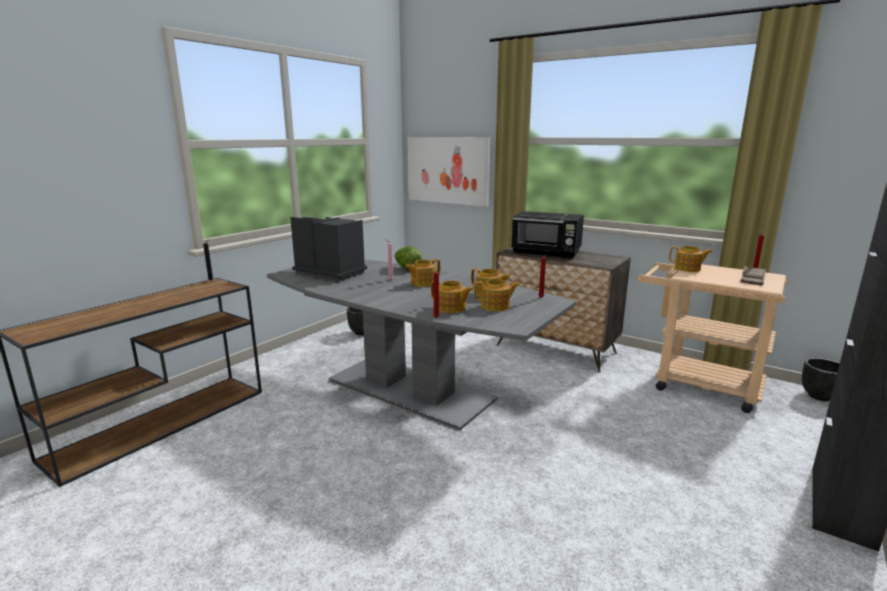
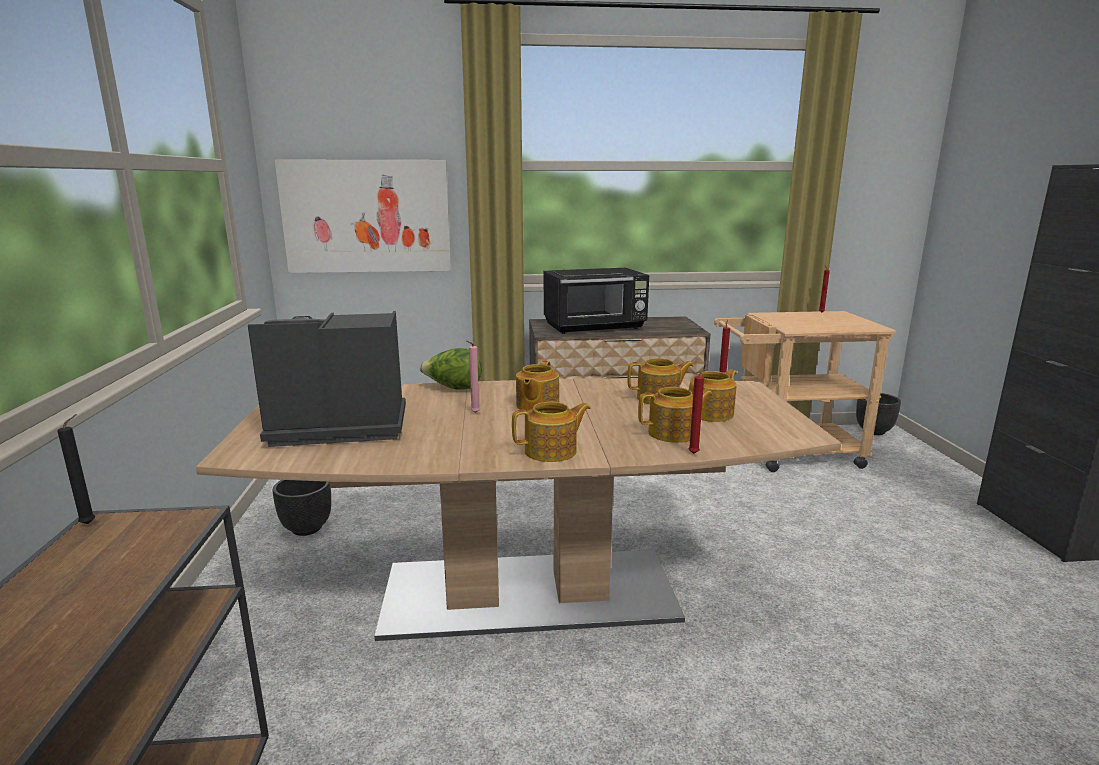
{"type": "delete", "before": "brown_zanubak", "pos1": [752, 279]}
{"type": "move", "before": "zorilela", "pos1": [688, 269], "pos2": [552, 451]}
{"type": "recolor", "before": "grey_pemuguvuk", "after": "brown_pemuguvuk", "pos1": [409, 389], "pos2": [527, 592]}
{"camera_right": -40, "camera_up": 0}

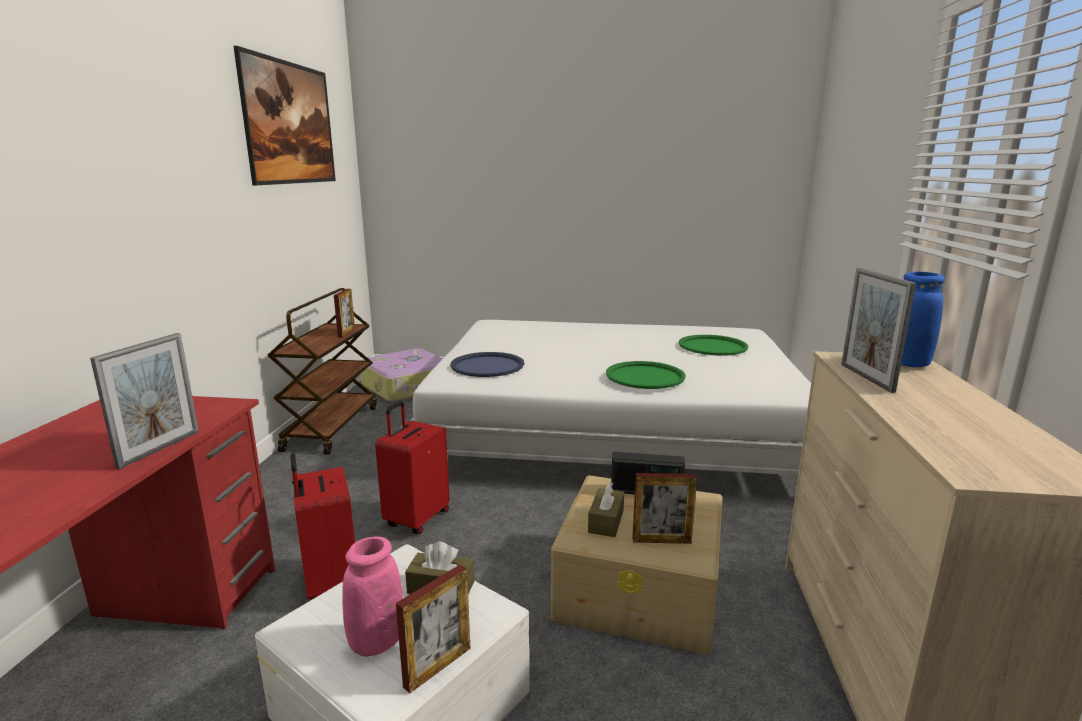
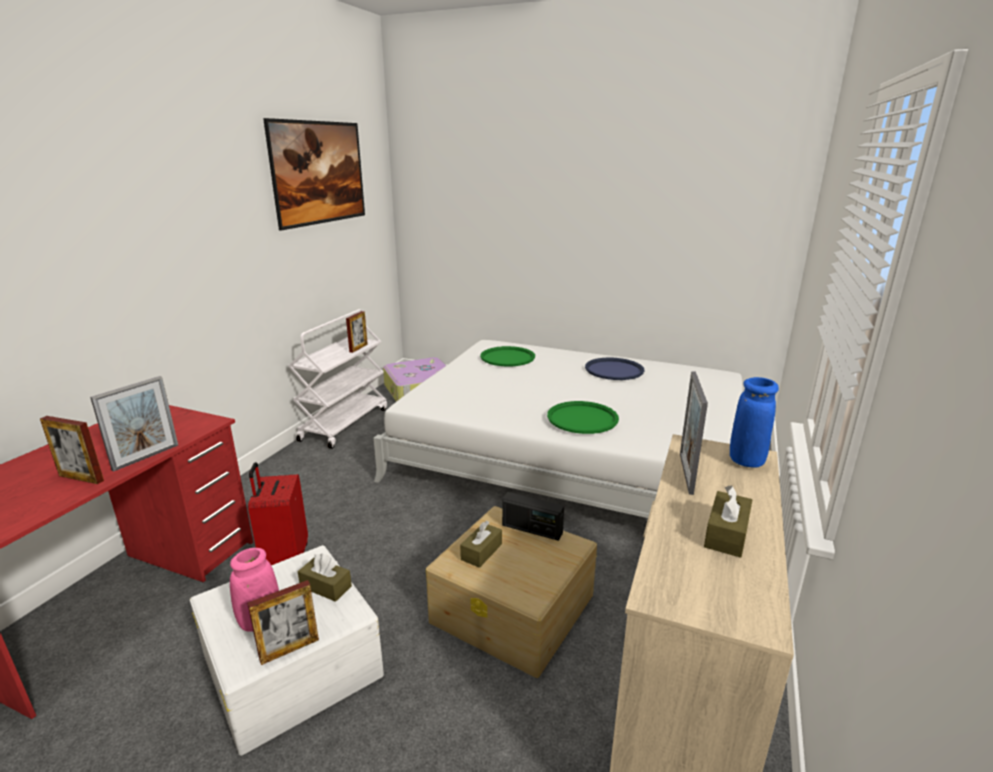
{"type": "delete", "before": "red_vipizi", "pos1": [416, 519]}
{"type": "insert", "after": "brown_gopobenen", "pos2": [726, 534]}
{"type": "move", "before": "blue_zanubak", "pos1": [487, 366], "pos2": [614, 370]}
{"type": "move", "before": "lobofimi", "pos1": [661, 540], "pos2": [81, 478]}
{"type": "move", "before": "green_zanubak", "pos1": [713, 346], "pos2": [507, 357]}
{"type": "recolor", "before": "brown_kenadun", "after": "white_kenadun", "pos1": [331, 428], "pos2": [344, 424]}
{"camera_right": 15, "camera_up": 5}

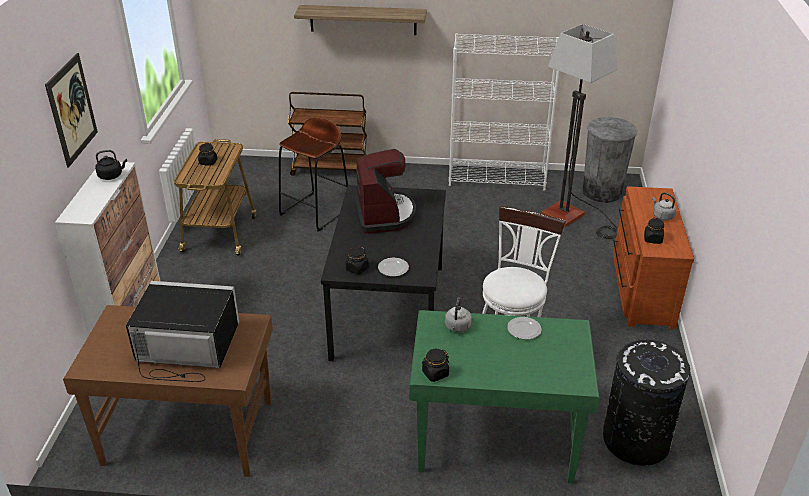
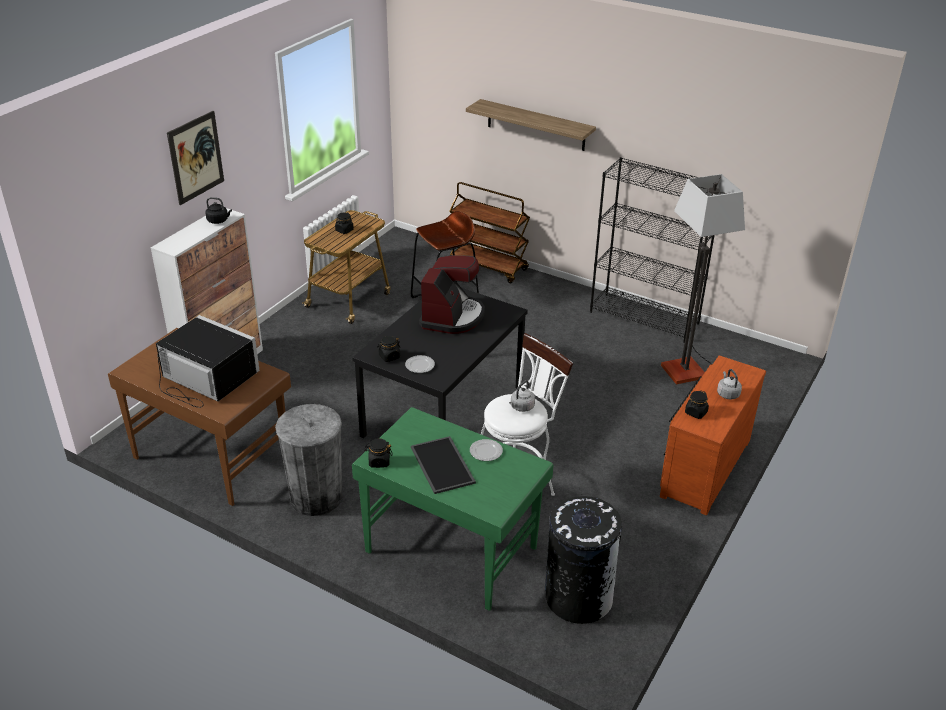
{"type": "insert", "after": "zanubak", "pos2": [443, 465]}
{"type": "move", "before": "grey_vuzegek", "pos1": [457, 327], "pos2": [521, 407]}
{"type": "move", "before": "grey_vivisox", "pos1": [602, 192], "pos2": [316, 497]}
{"type": "recolor", "before": "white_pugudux", "after": "black_pugudux", "pos1": [497, 178], "pos2": [645, 318]}
{"camera_right": 25, "camera_up": 0}

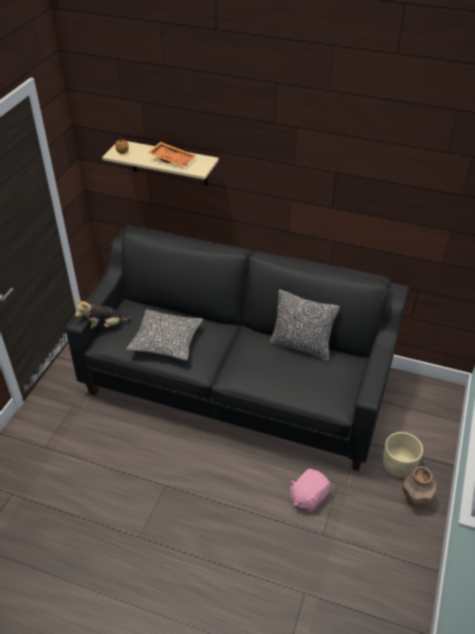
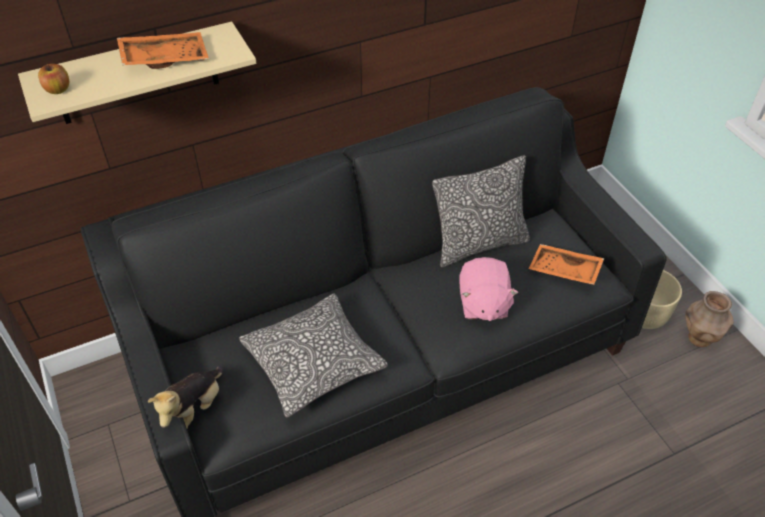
{"type": "insert", "after": "orange_zanubak", "pos2": [564, 271]}
{"type": "move", "before": "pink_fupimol", "pos1": [308, 497], "pos2": [483, 303]}
{"camera_right": -45, "camera_up": 5}

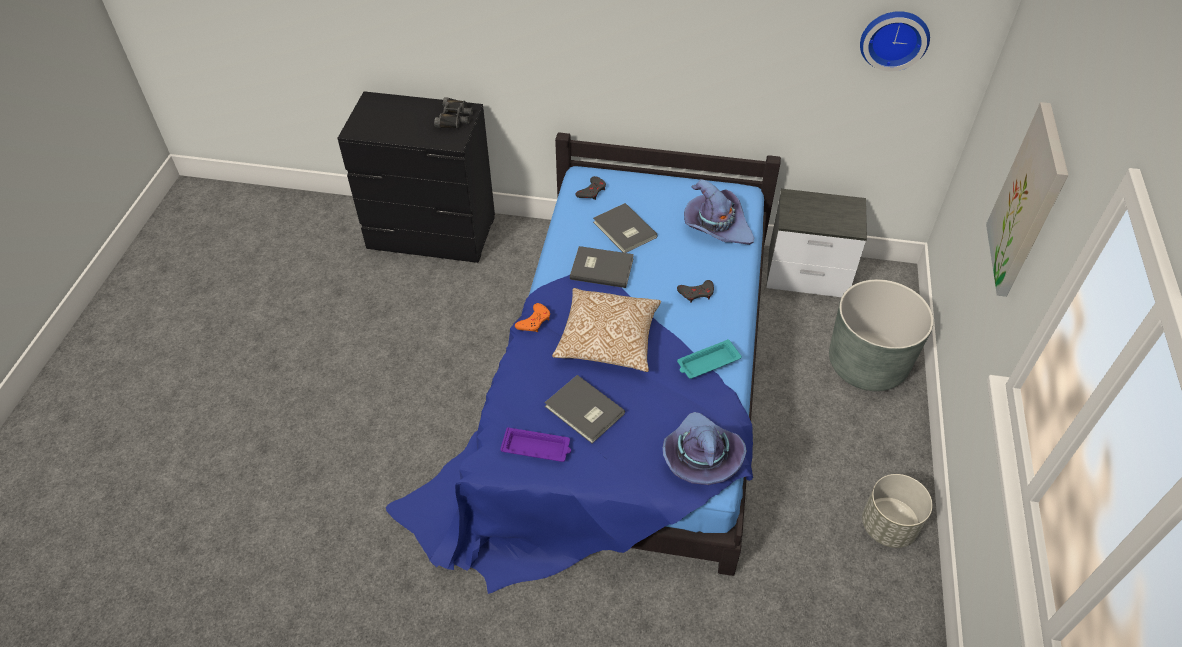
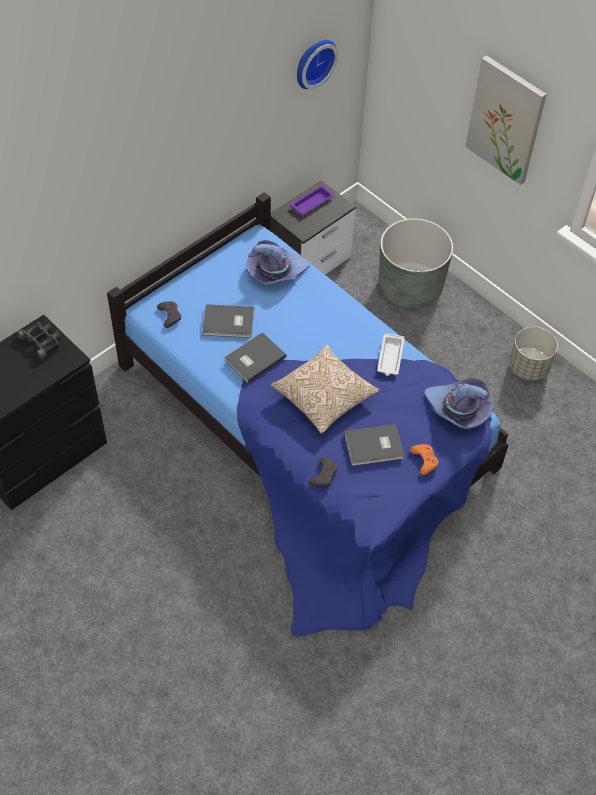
{"type": "move", "before": "purple_zanubak", "pos1": [537, 448], "pos2": [312, 202]}
{"type": "move", "before": "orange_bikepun", "pos1": [534, 321], "pos2": [424, 460]}
{"type": "move", "before": "grey_bikepun", "pos1": [696, 293], "pos2": [324, 475]}
{"type": "recolor", "before": "turquoise_zanubak", "after": "white_zanubak", "pos1": [707, 363], "pos2": [390, 357]}
{"camera_right": -55, "camera_up": 5}

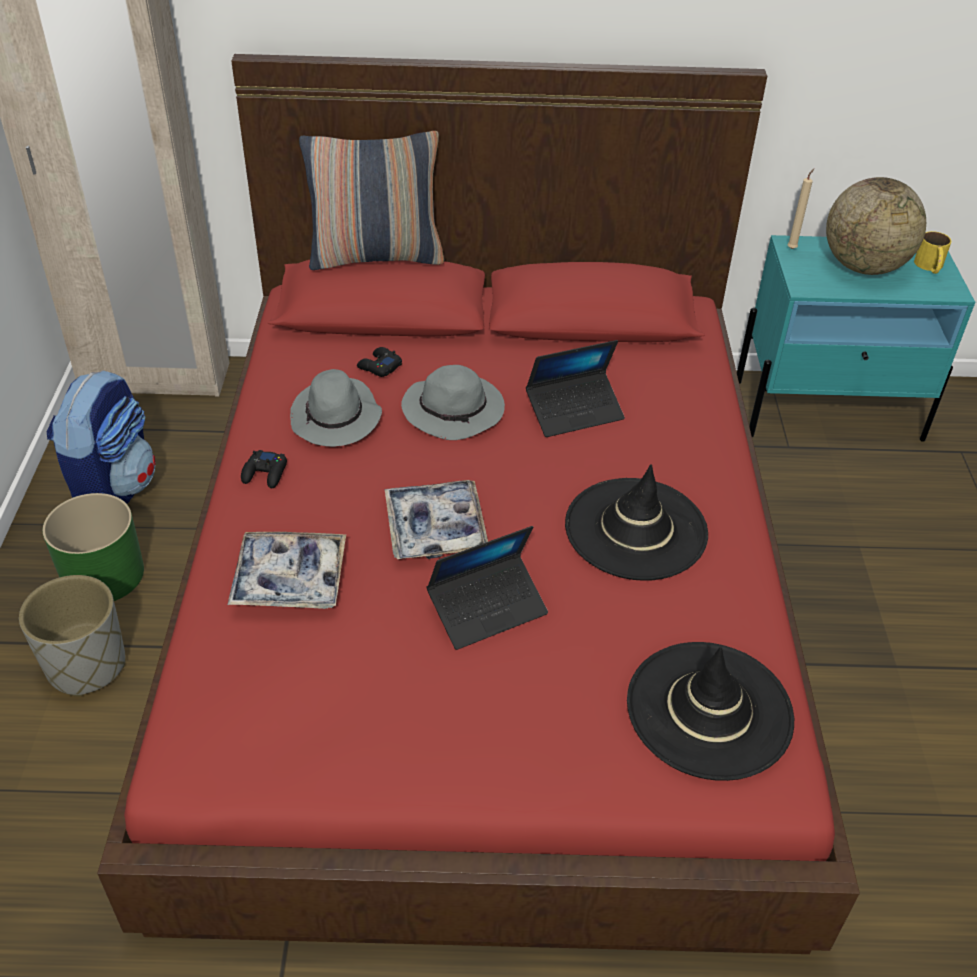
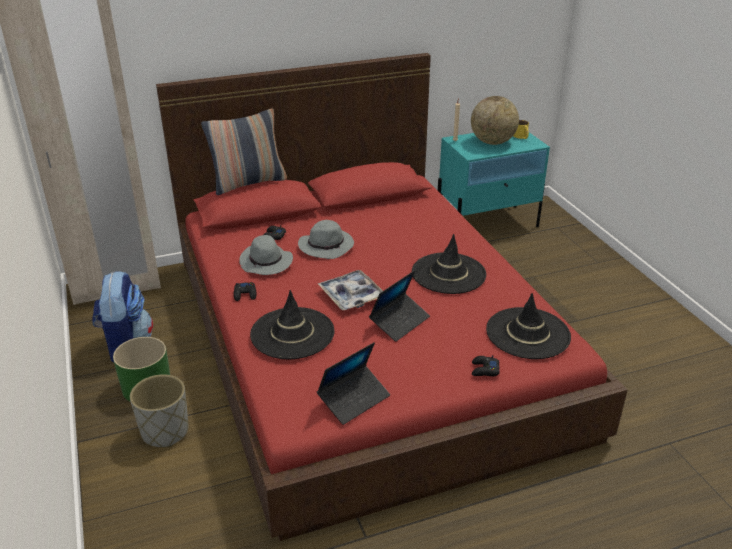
{"type": "insert", "after": "black_bikepun", "pos2": [484, 370]}
{"type": "move", "before": "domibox", "pos1": [574, 411], "pos2": [354, 399]}
{"type": "replace", "before": "zanubak", "after": "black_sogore", "pos1": [289, 579], "pos2": [292, 333]}
{"camera_right": -20, "camera_up": -10}

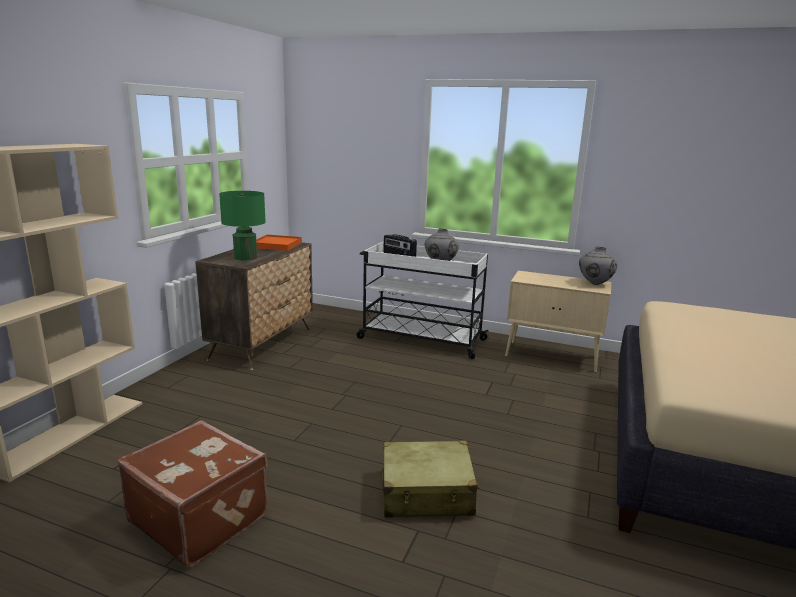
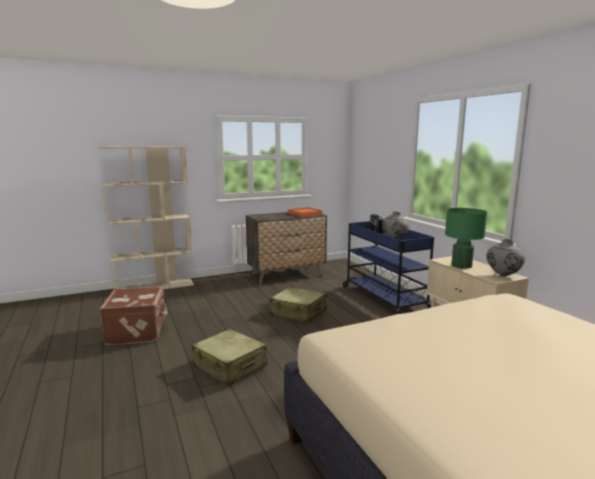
{"type": "insert", "after": "beige_vipizi", "pos2": [298, 313]}
{"type": "move", "before": "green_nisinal", "pos1": [245, 257], "pos2": [461, 265]}
{"type": "recolor", "before": "white_kenadun", "after": "blue_kenadun", "pos1": [420, 339], "pos2": [383, 298]}
{"camera_right": 45, "camera_up": -5}

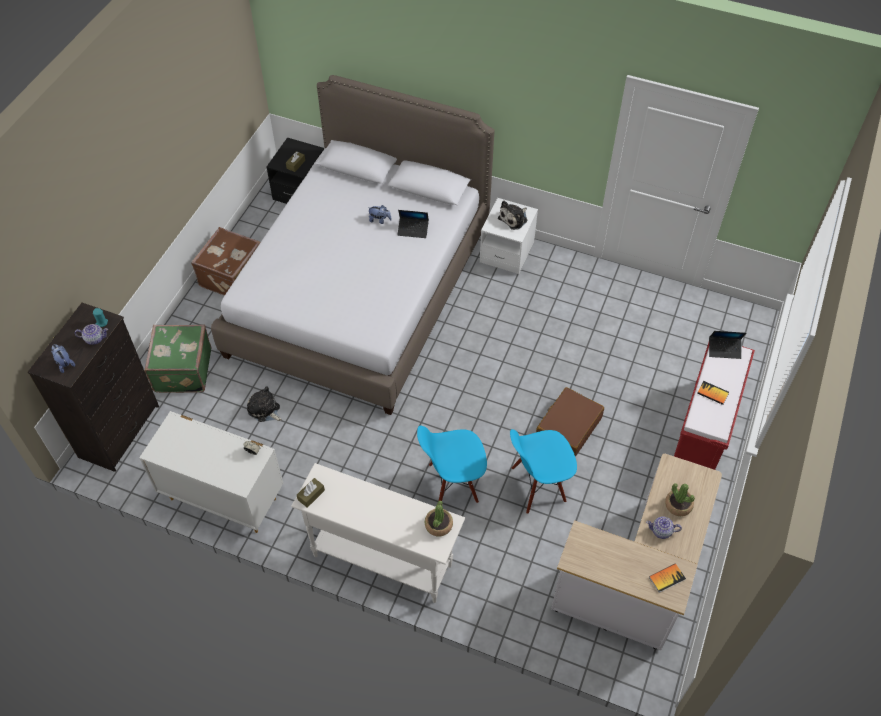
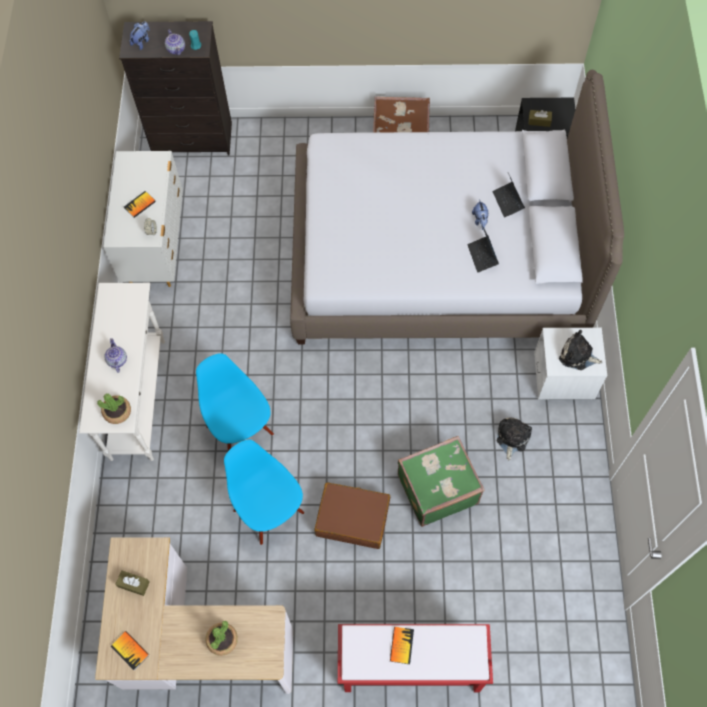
{"type": "insert", "after": "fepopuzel", "pos2": [140, 205]}
{"type": "move", "before": "green_vipizi", "pos1": [181, 370], "pos2": [436, 488]}
{"type": "move", "before": "fupimol", "pos1": [264, 410], "pos2": [512, 438]}
{"type": "move", "before": "brown_gopobenen", "pos1": [311, 495], "pos2": [133, 584]}
{"type": "move", "before": "zorilela", "pos1": [661, 531], "pos2": [117, 360]}
{"type": "move", "before": "domibox", "pos1": [724, 349], "pos2": [508, 202]}
{"camera_right": 70, "camera_up": 10}

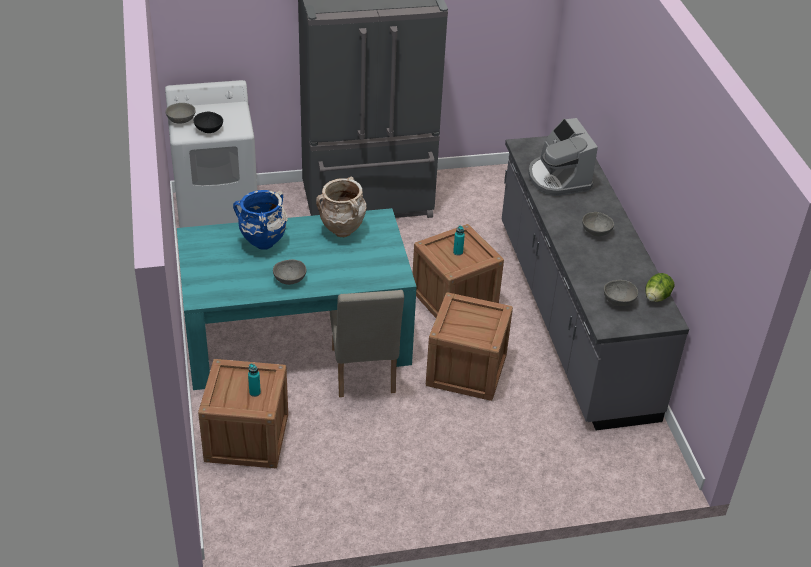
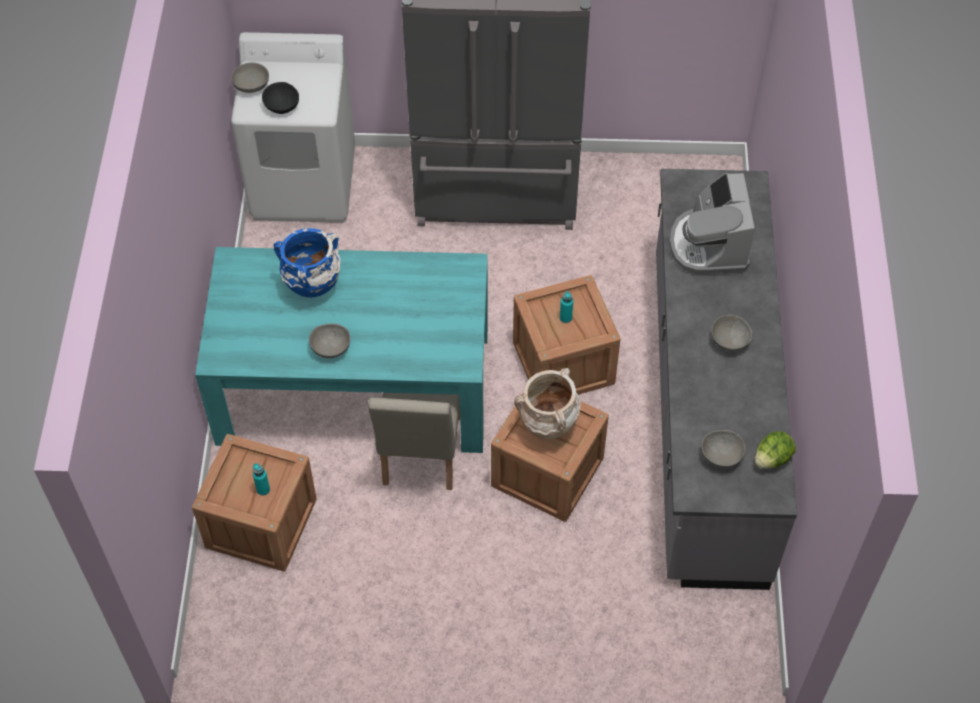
{"type": "move", "before": "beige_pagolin", "pos1": [342, 233], "pos2": [548, 429]}
{"camera_right": 15, "camera_up": 15}

